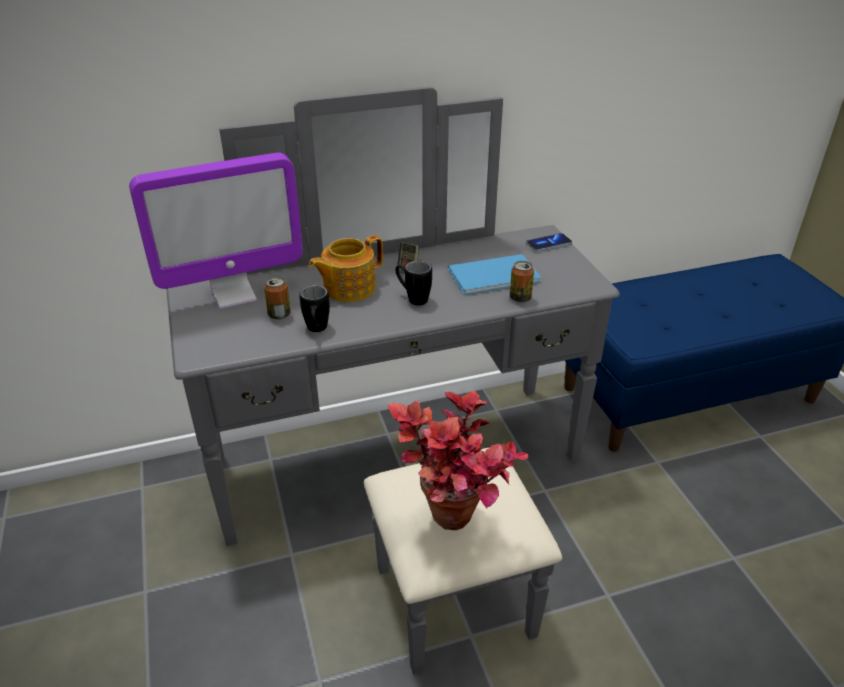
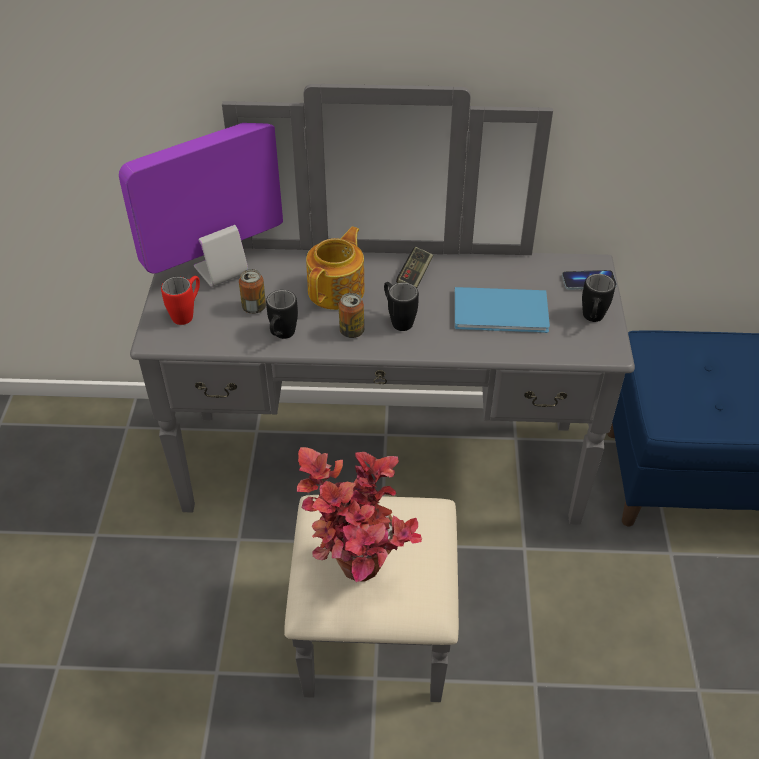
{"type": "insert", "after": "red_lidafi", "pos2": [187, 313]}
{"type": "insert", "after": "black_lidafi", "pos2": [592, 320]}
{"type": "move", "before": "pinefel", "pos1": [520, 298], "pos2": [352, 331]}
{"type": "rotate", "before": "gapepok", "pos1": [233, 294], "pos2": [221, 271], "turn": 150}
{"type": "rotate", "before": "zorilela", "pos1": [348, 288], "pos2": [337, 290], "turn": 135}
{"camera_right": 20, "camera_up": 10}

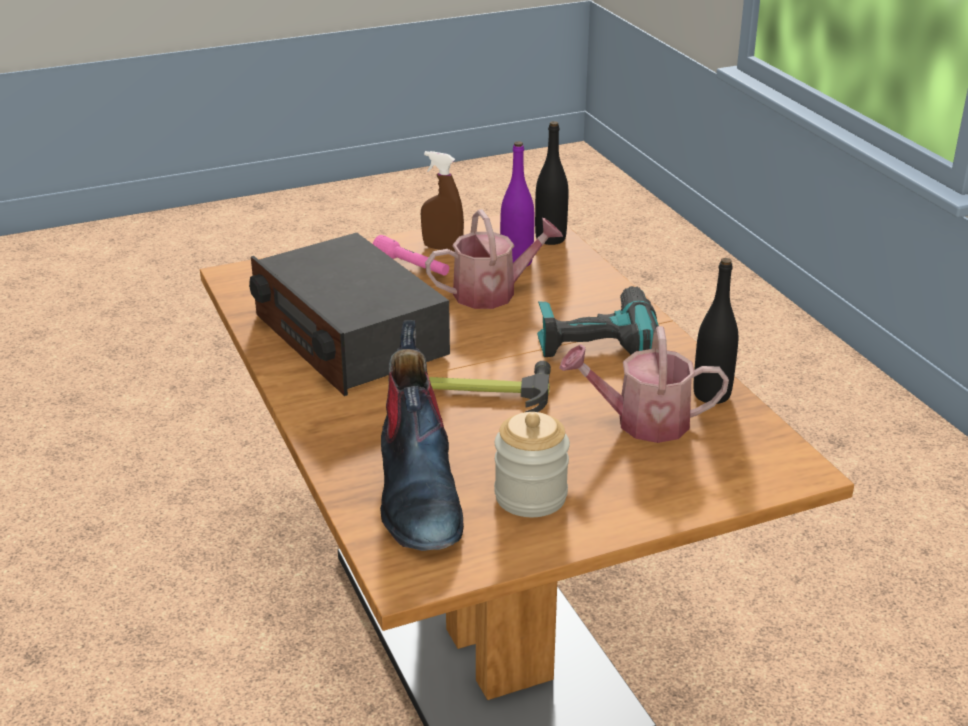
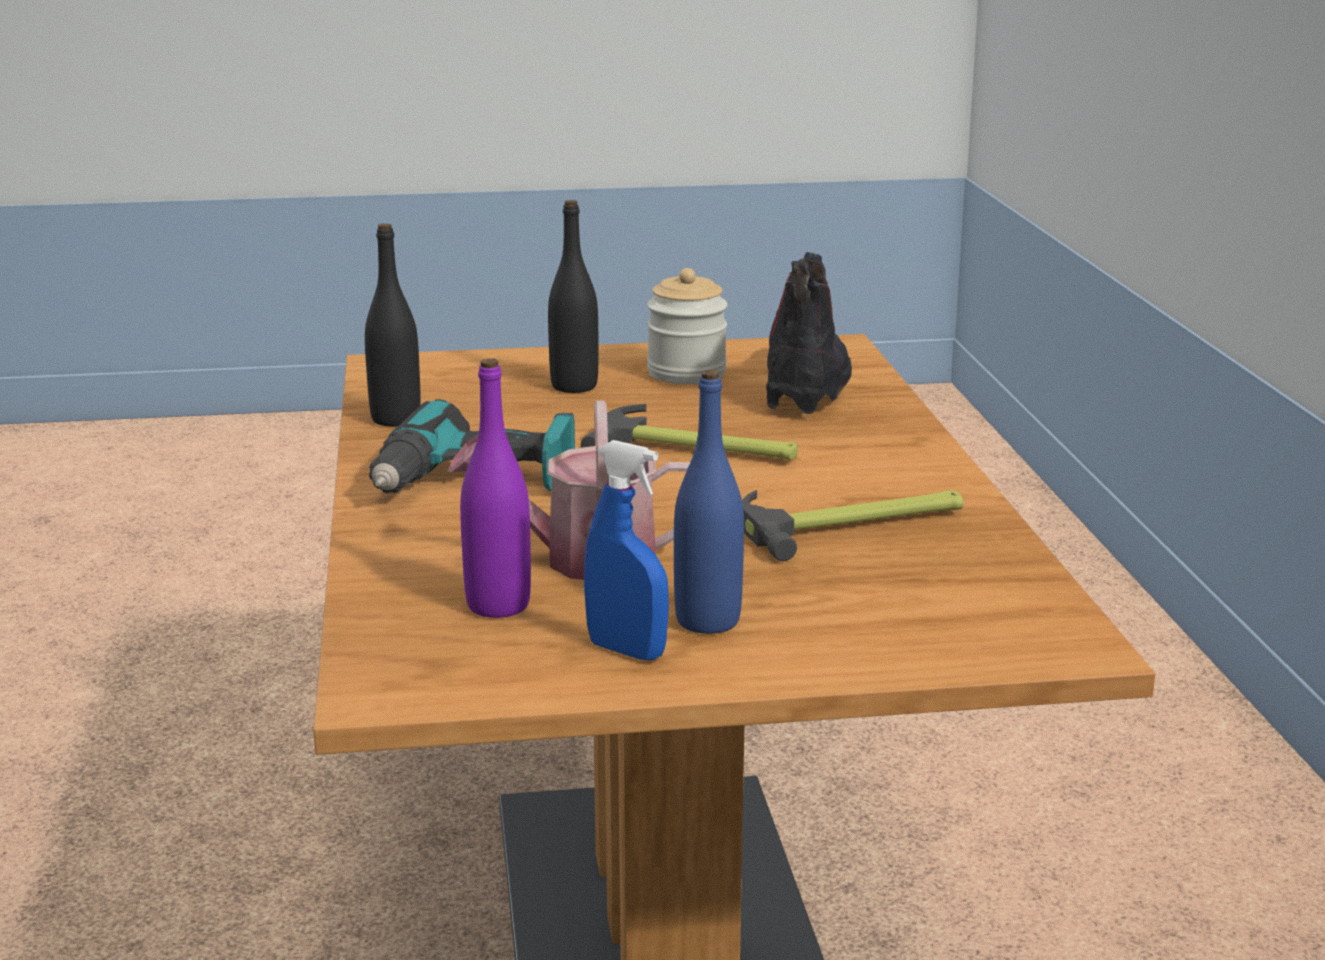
{"type": "delete", "before": "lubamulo", "pos1": [641, 422]}
{"type": "move", "before": "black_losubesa", "pos1": [550, 239], "pos2": [574, 386]}
{"type": "replace", "before": "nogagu", "after": "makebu", "pos1": [349, 337], "pos2": [856, 524]}
{"type": "replace", "before": "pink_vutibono", "after": "blue_losubesa", "pos1": [412, 266], "pos2": [707, 621]}
{"type": "recolor", "before": "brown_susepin", "after": "blue_susepin", "pos1": [442, 248], "pos2": [626, 651]}
{"camera_right": -165, "camera_up": -10}

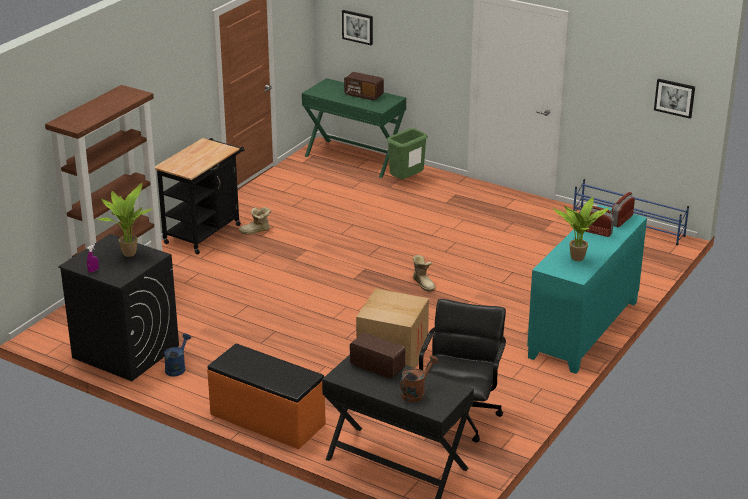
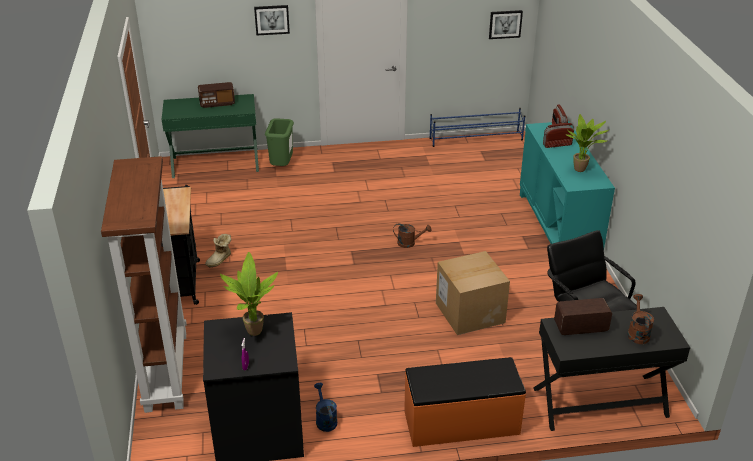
{"type": "move", "before": "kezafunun", "pos1": [358, 27], "pos2": [272, 19]}
{"type": "replace", "before": "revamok", "after": "brown_lubamulo", "pos1": [424, 283], "pos2": [409, 243]}
{"camera_right": -40, "camera_up": 5}

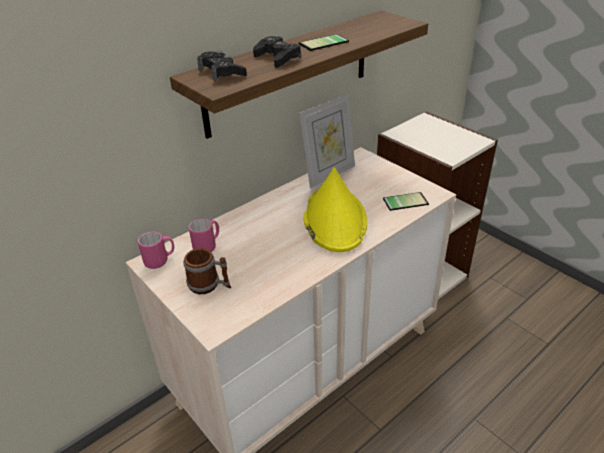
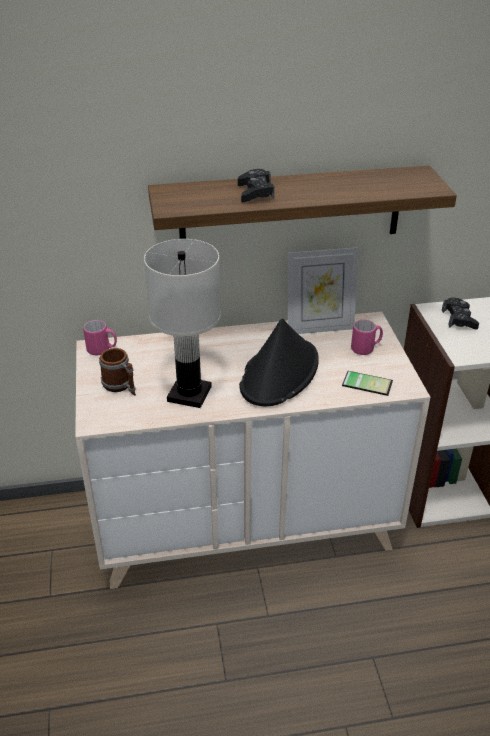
{"type": "delete", "before": "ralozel", "pos1": [325, 43]}
{"type": "insert", "after": "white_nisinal", "pos2": [189, 393]}
{"type": "move", "before": "pink_lidafi", "pos1": [208, 246], "pos2": [366, 348]}
{"type": "move", "before": "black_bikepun", "pos1": [222, 73], "pos2": [459, 319]}
{"type": "recolor", "before": "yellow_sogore", "after": "black_sogore", "pos1": [334, 219], "pos2": [279, 373]}
{"camera_right": 30, "camera_up": 0}

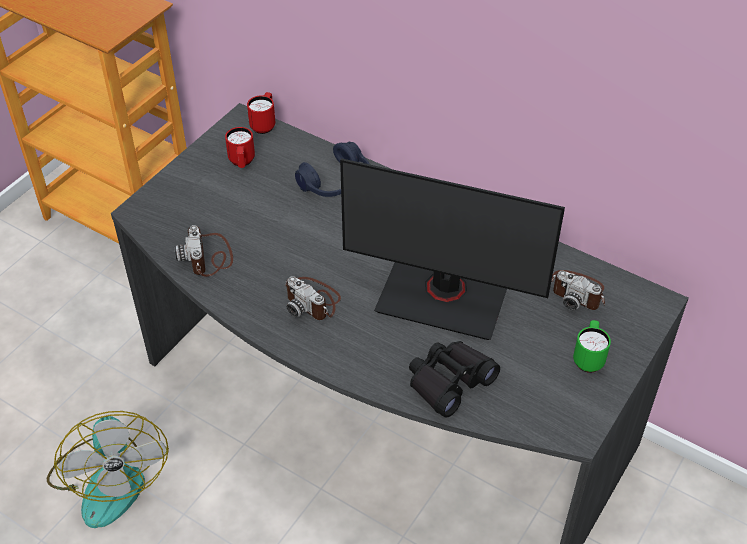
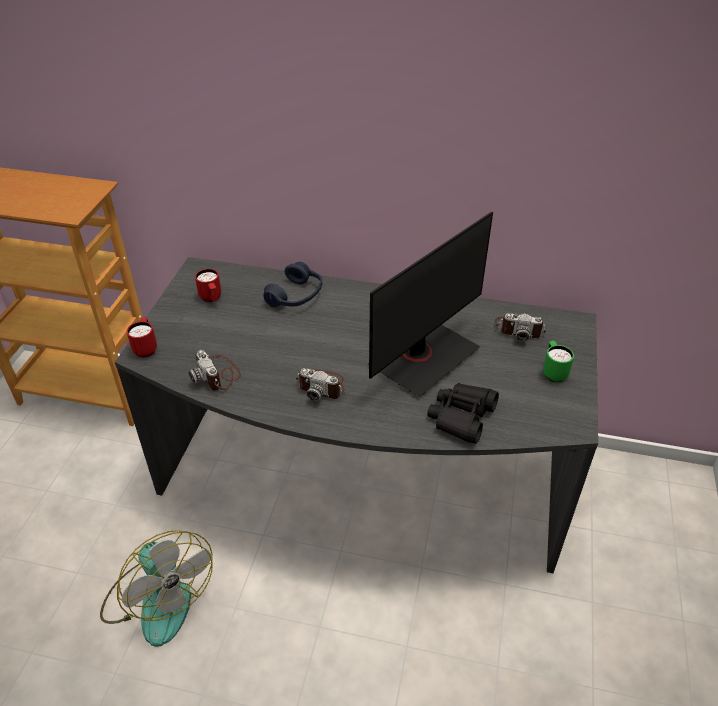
{"type": "move", "before": "red_lidafi", "pos1": [264, 124], "pos2": [146, 348]}
{"type": "rotate", "before": "gapepok", "pos1": [443, 296], "pos2": [422, 357], "turn": -45}
{"camera_right": -20, "camera_up": -5}

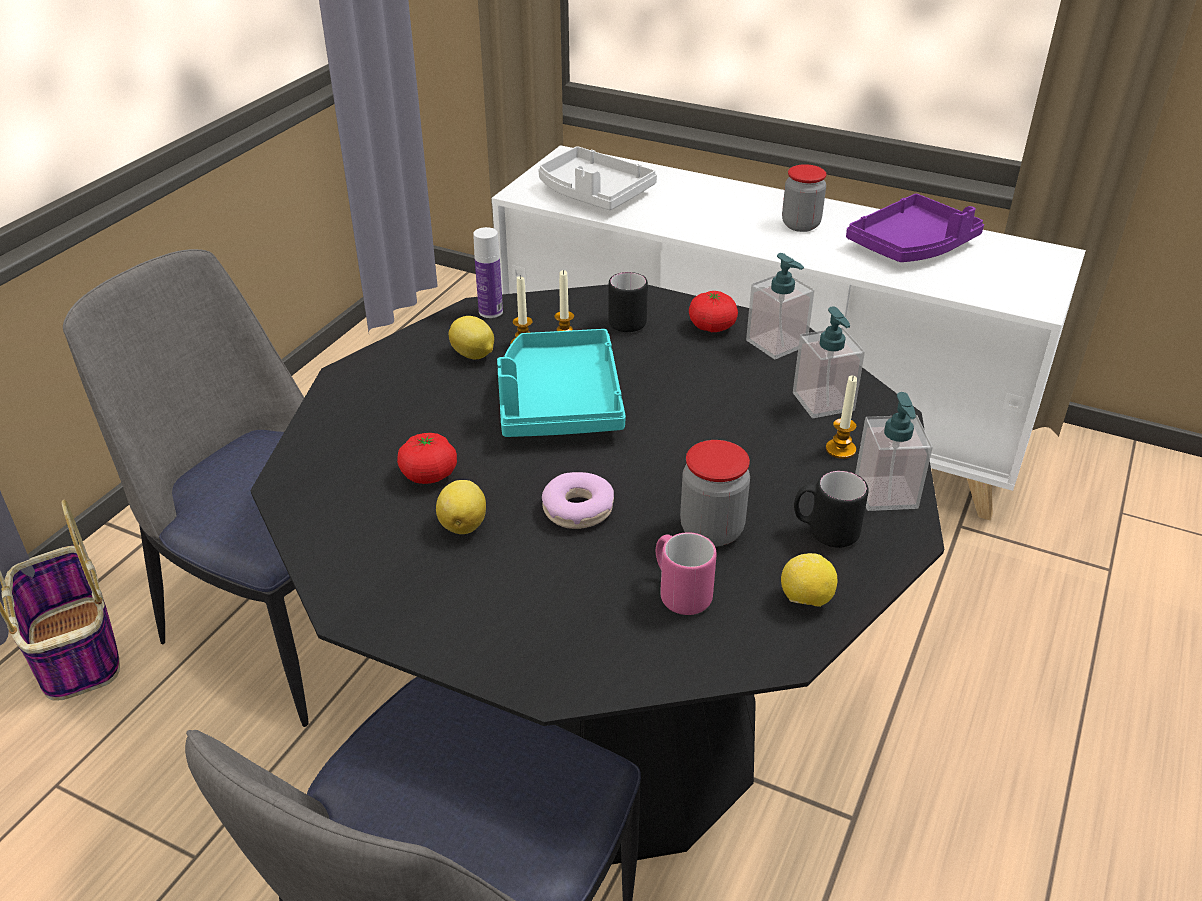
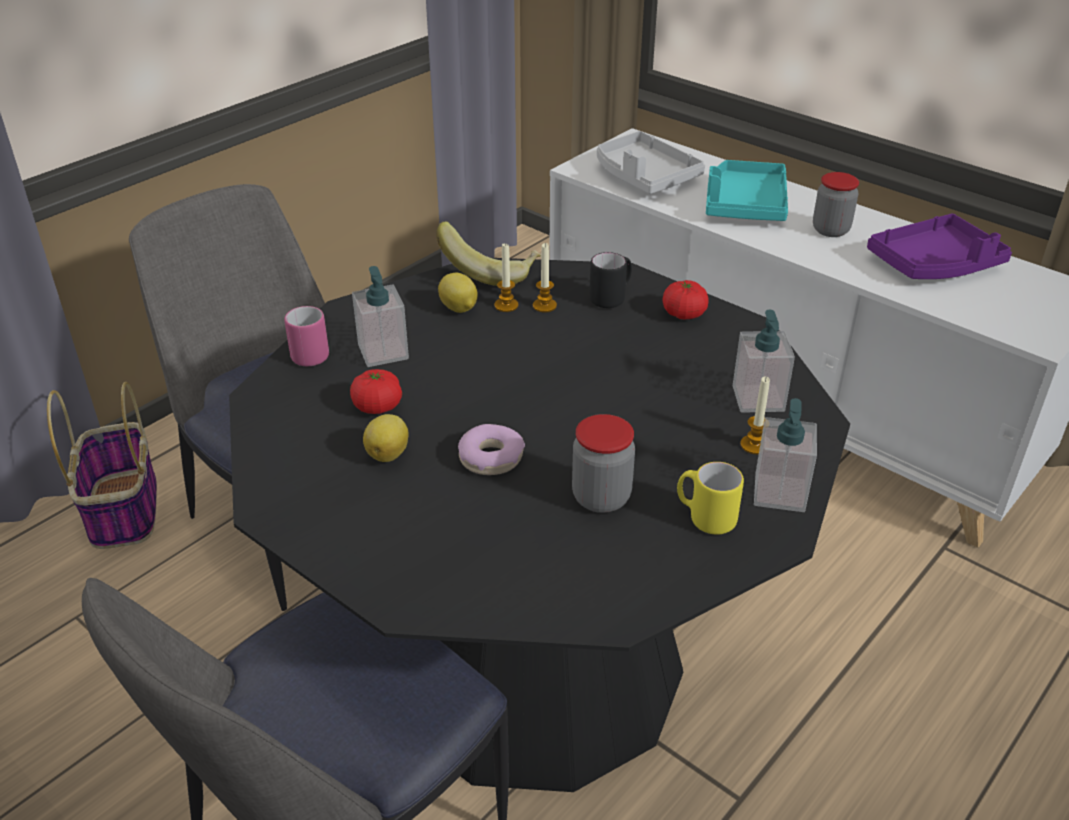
{"type": "delete", "before": "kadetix", "pos1": [805, 600]}
{"type": "move", "before": "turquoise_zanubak", "pos1": [558, 402], "pos2": [744, 204]}
{"type": "move", "before": "pink_lidafi", "pos1": [679, 593], "pos2": [308, 353]}
{"type": "move", "before": "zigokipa", "pos1": [776, 343], "pos2": [383, 352]}
{"type": "replace", "before": "losubesa", "after": "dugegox", "pos1": [490, 312], "pos2": [490, 272]}
{"type": "recolor", "before": "black_lidafi", "after": "yellow_lidafi", "pos1": [825, 532], "pos2": [705, 517]}
{"camera_right": 15, "camera_up": 0}

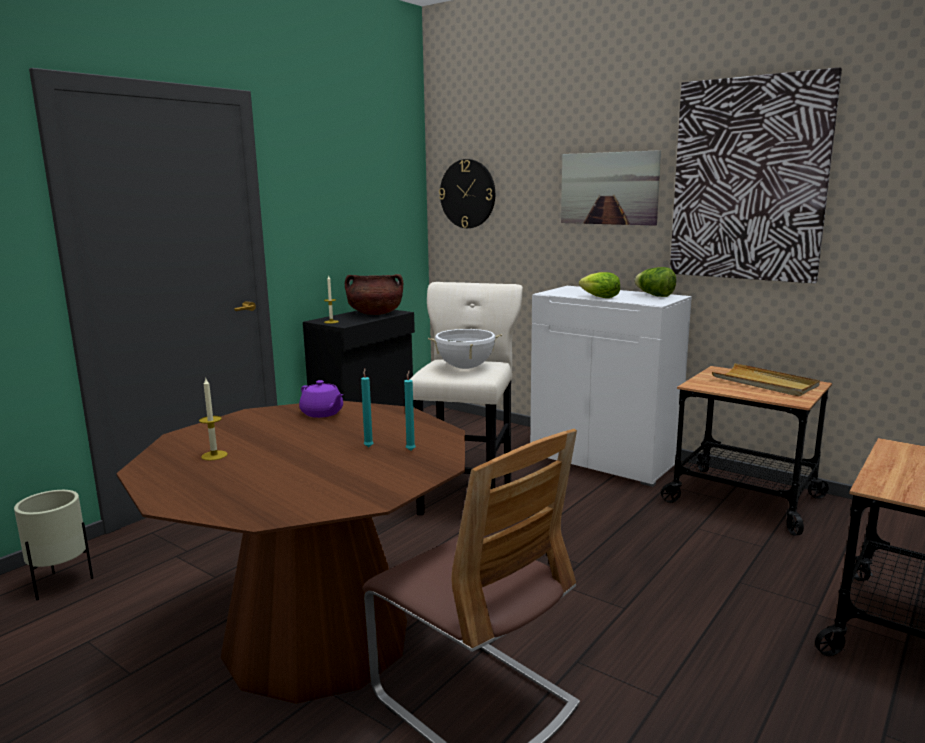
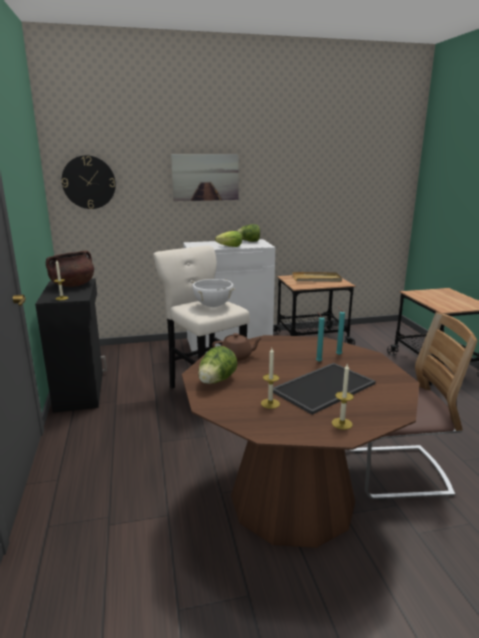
{"type": "delete", "before": "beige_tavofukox", "pos1": [61, 584]}
{"type": "delete", "before": "kezafunun", "pos1": [748, 180]}
{"type": "insert", "after": "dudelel", "pos2": [216, 381]}
{"type": "insert", "after": "zanubak", "pos2": [323, 386]}
{"type": "insert", "after": "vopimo", "pos2": [342, 423]}
{"type": "recolor", "before": "purple_zorilela", "after": "brown_zorilela", "pos1": [322, 413], "pos2": [237, 356]}
{"camera_right": -50, "camera_up": 5}

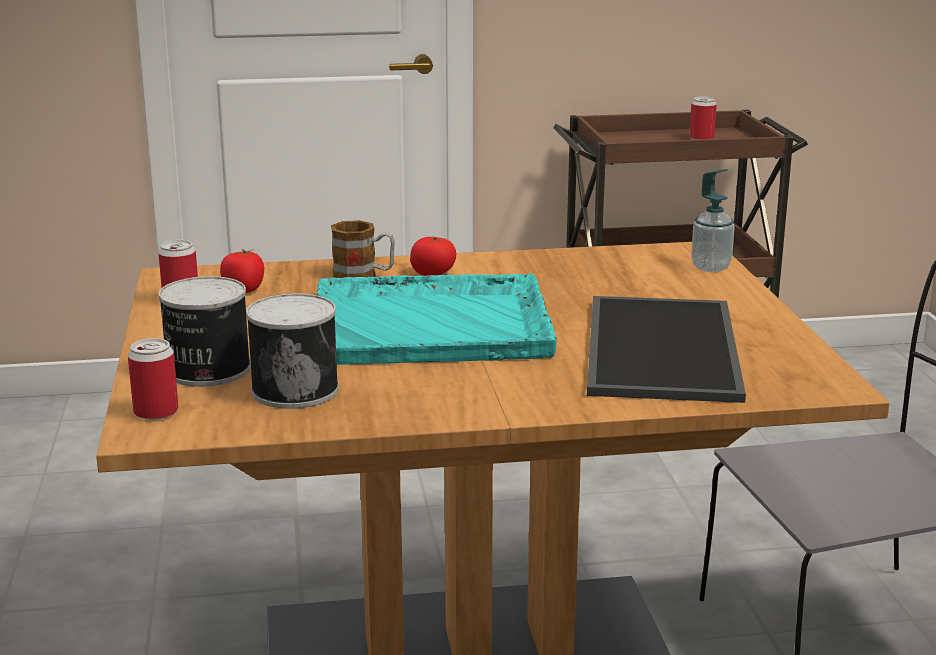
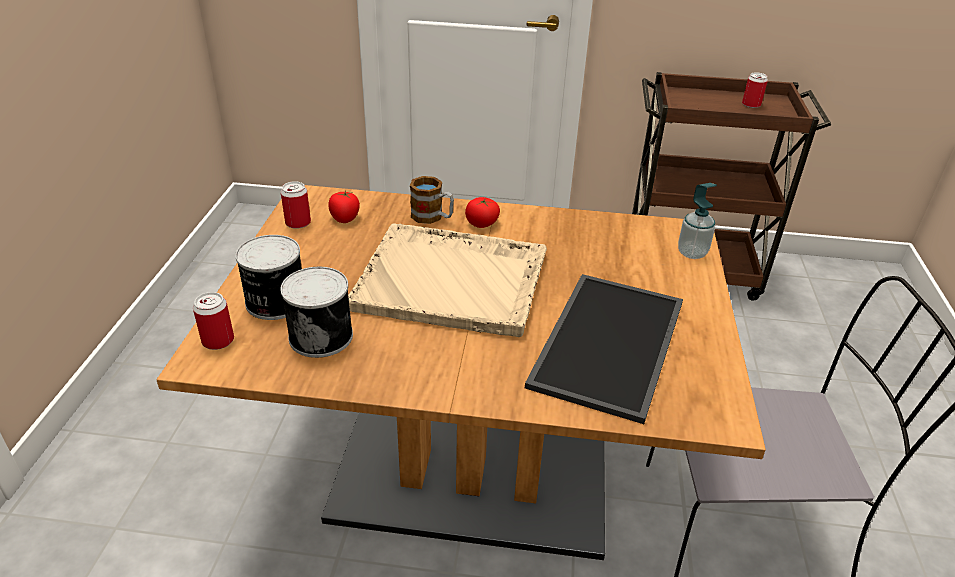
{"type": "recolor", "before": "turquoise_zanubak", "after": "beige_zanubak", "pos1": [433, 325], "pos2": [453, 282]}
{"camera_right": 15, "camera_up": 15}

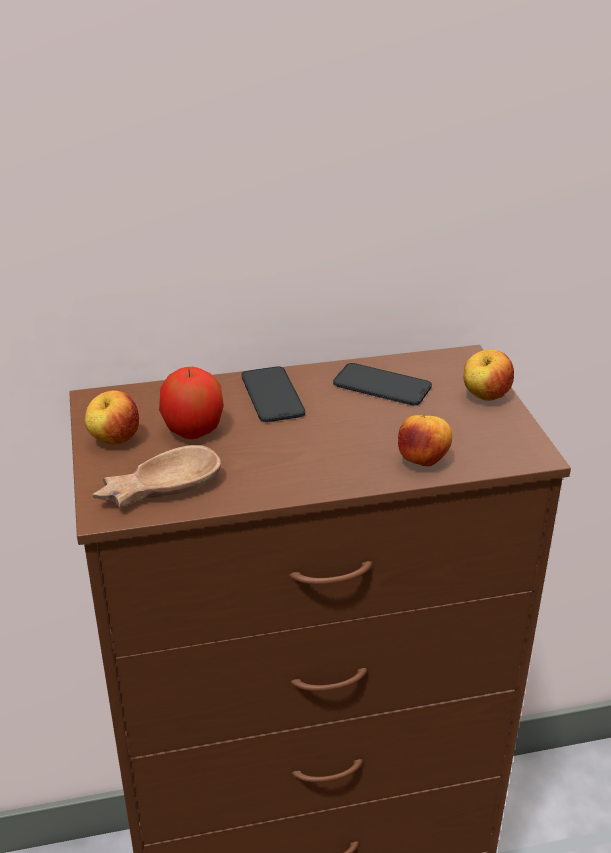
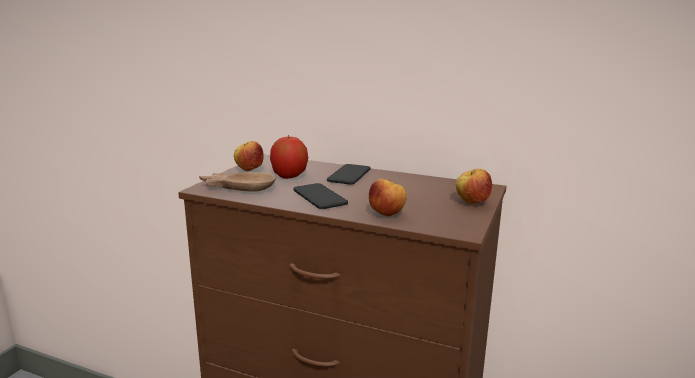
{"type": "move", "before": "ralozel", "pos1": [382, 385], "pos2": [319, 197]}
{"camera_right": 35, "camera_up": -15}

